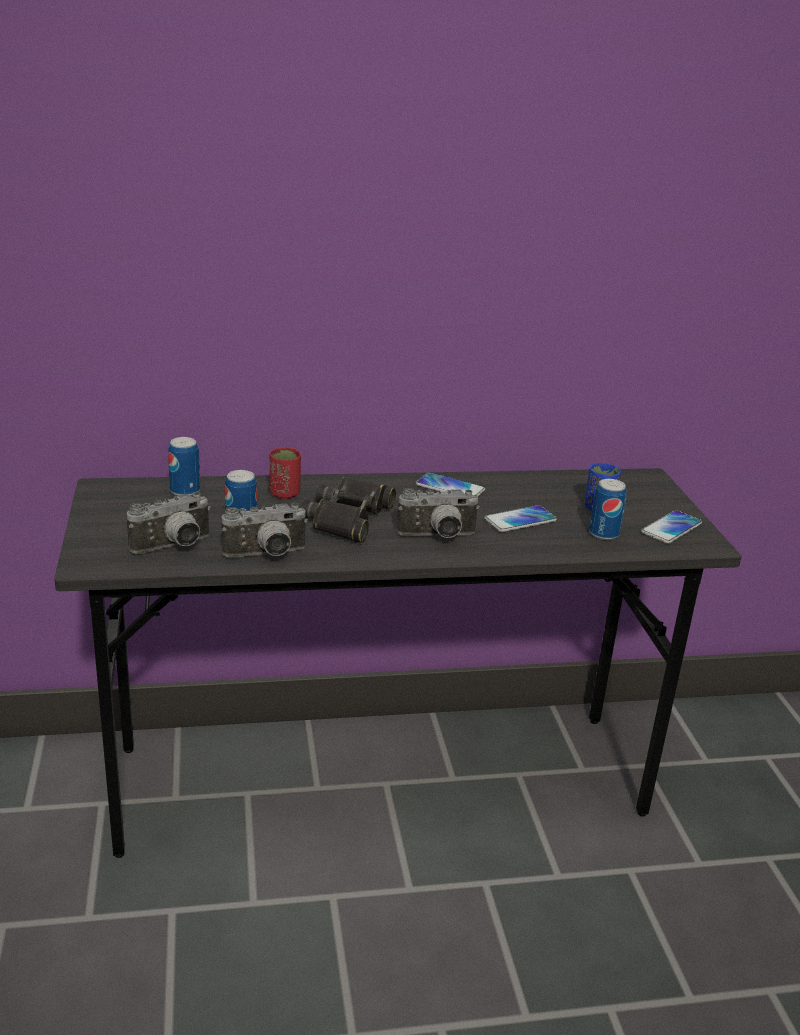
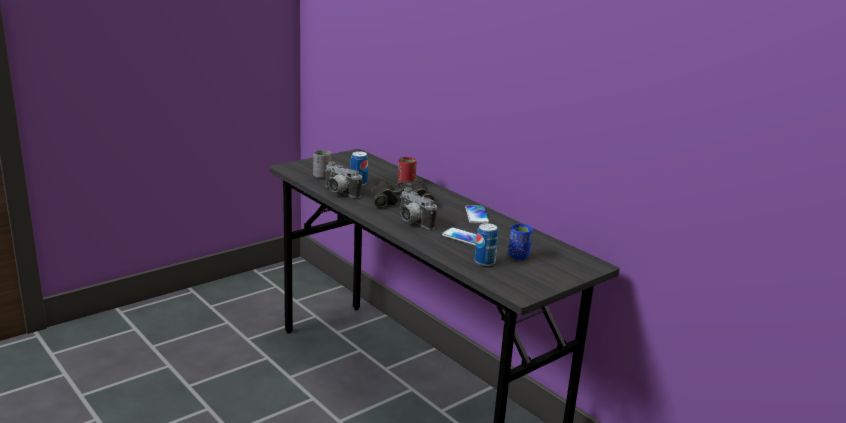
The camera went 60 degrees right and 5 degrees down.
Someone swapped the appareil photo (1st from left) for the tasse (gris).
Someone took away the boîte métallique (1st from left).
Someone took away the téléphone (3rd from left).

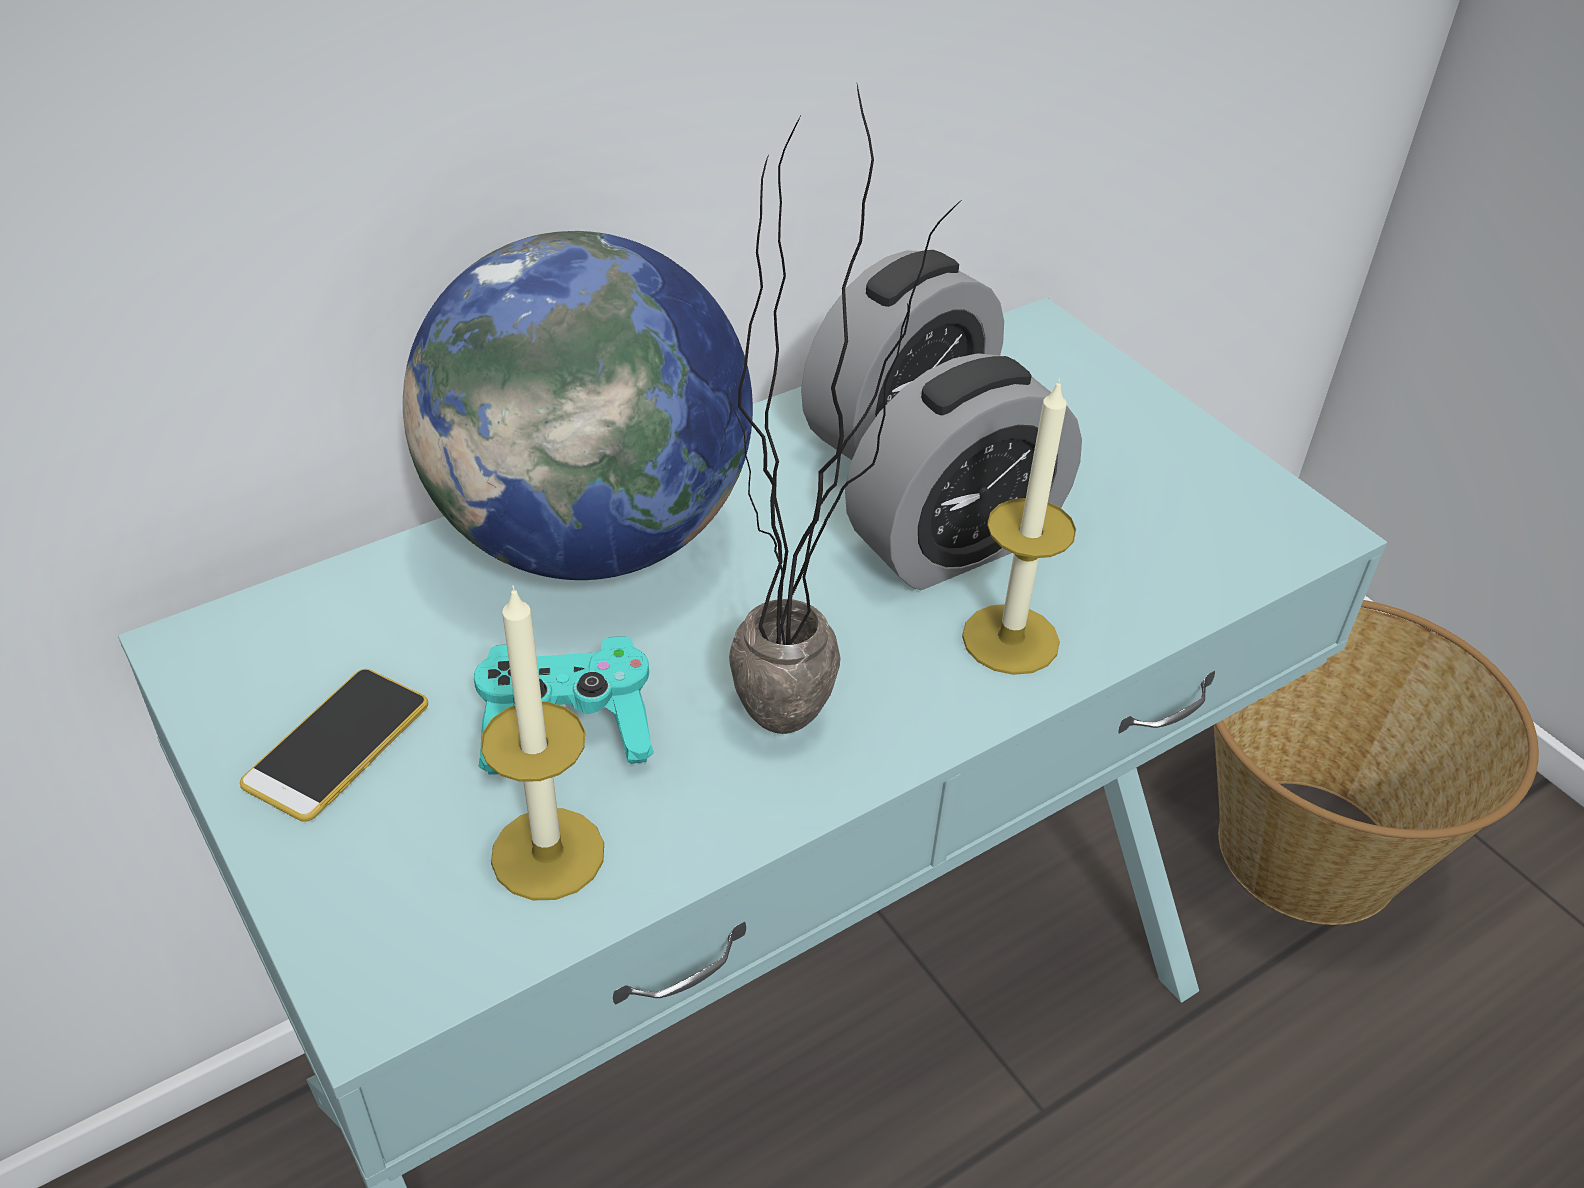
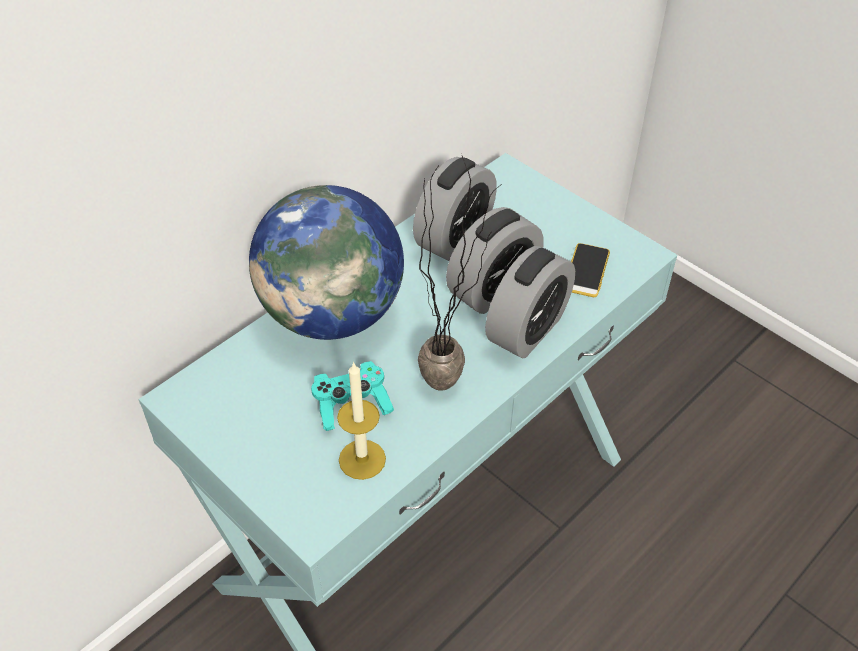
The camera went 10 degrees left and 5 degrees up.
Someone swapped the bougie (2nd from left) for the réveil (3rd from left).
Someone carried the téléphone.
Someone took away the panier.

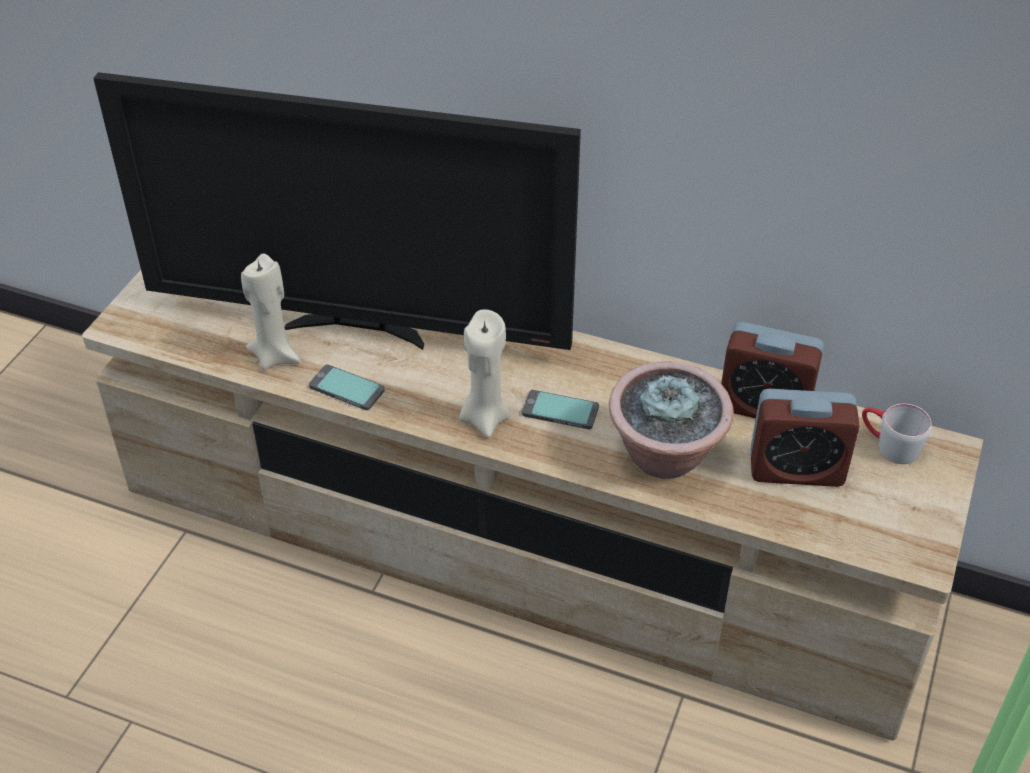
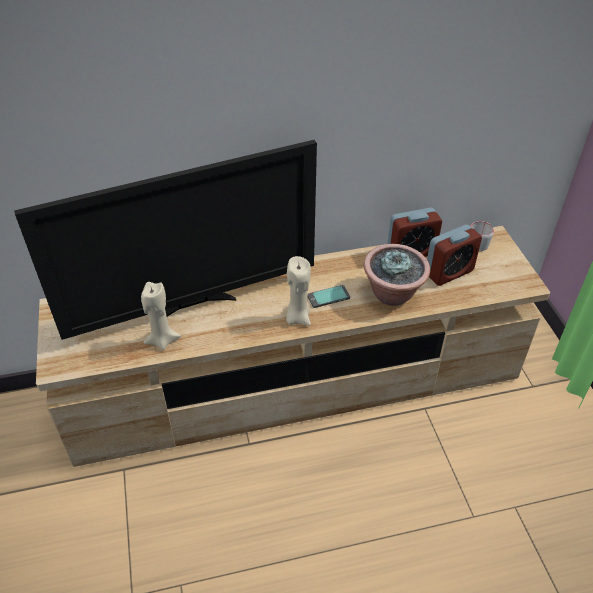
The camera went 35 degrees left and 0 degrees up.
Someone took away the téléphone (1st from left).

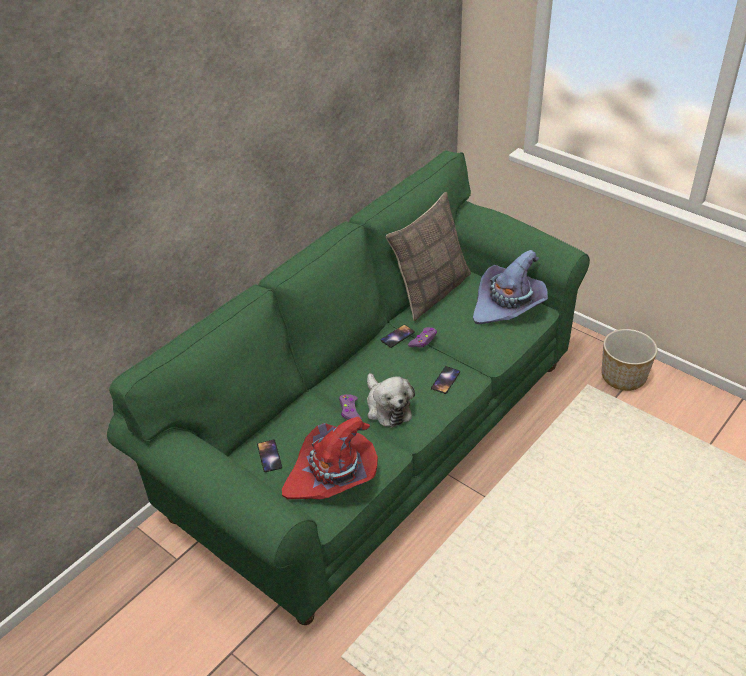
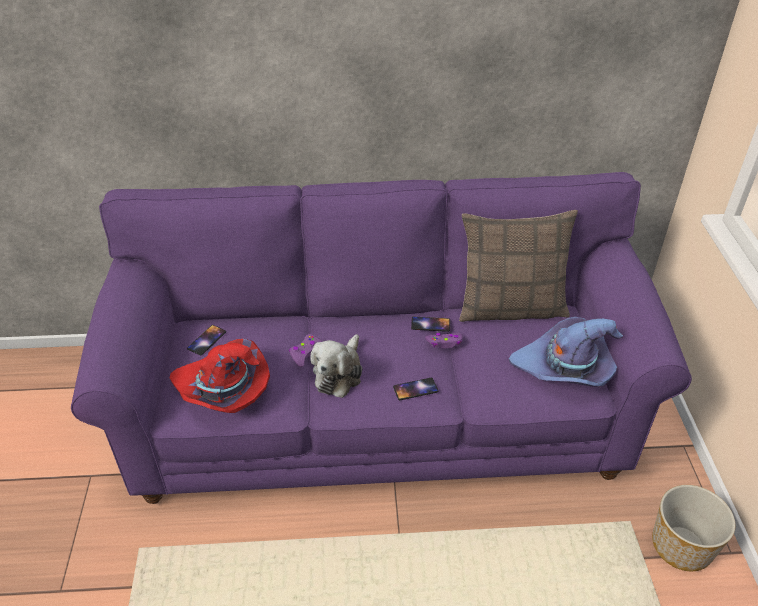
The camera went 45 degrees right and 0 degrees up.
Someone repainted the canapé (vert), which became the canapé (violet).

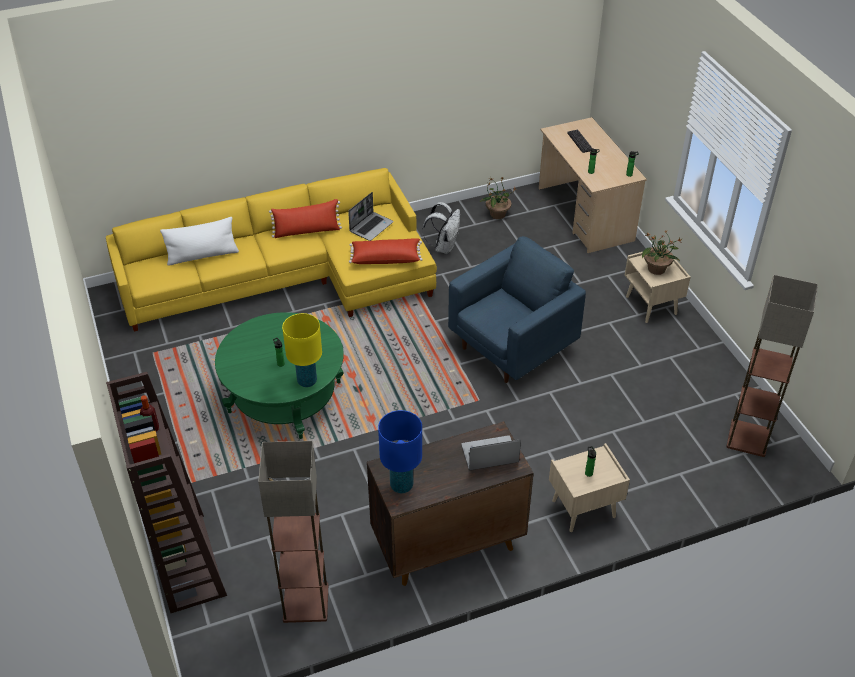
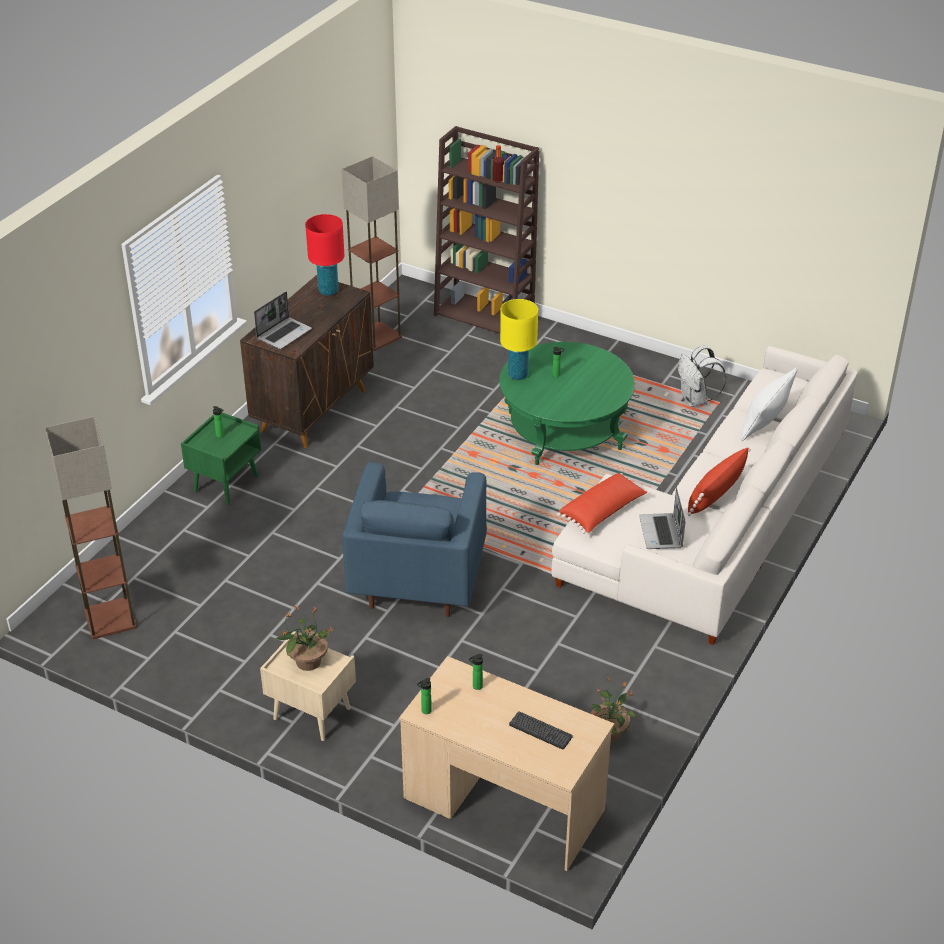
The camera went 140 degrees right and 5 degrees down.
Someone repainted the table de chevet (beige) (1st from left), which became the table de chevet (vert).
Someone repainted the lampe de table (bleu), which became the lampe de table (rouge).
Someone repainted the canapé (jaune), which became the canapé (blanc).
Someone carried the sac à dos (blanc).

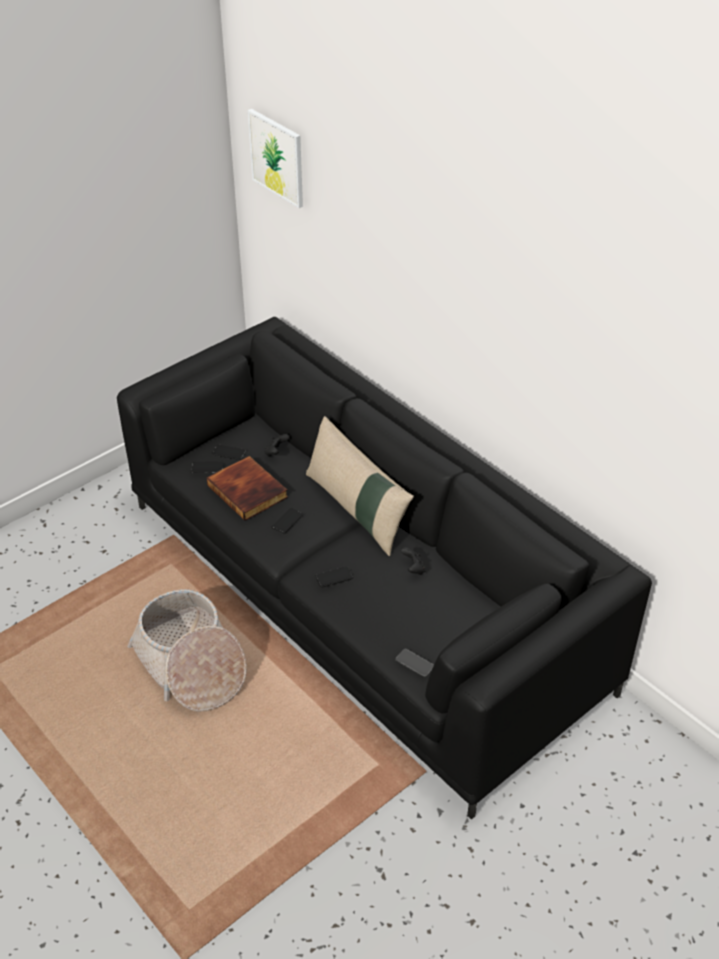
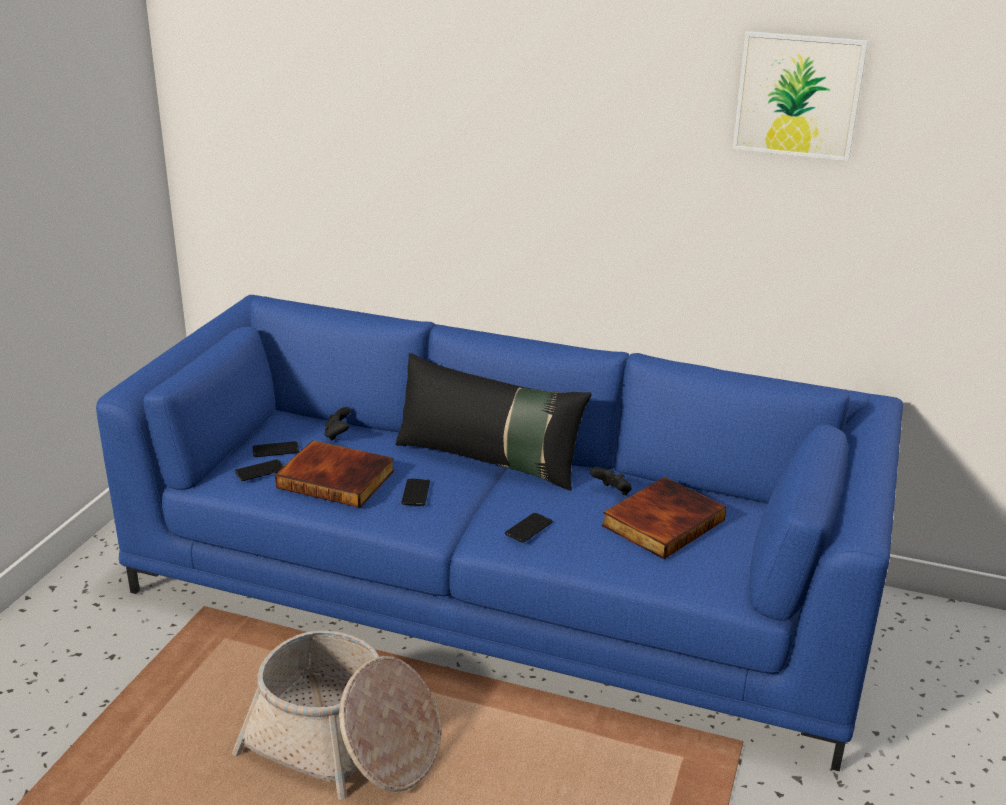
The camera went 30 degrees left and 15 degrees down.
Someone repainted the canapé (noir), which became the canapé (bleu).
Someone repainted the coussin (beige), which became the coussin (noir).
Someone put down the livre (2nd from left).
Someone carried the tableau.
Someone took away the téléphone (5th from left).

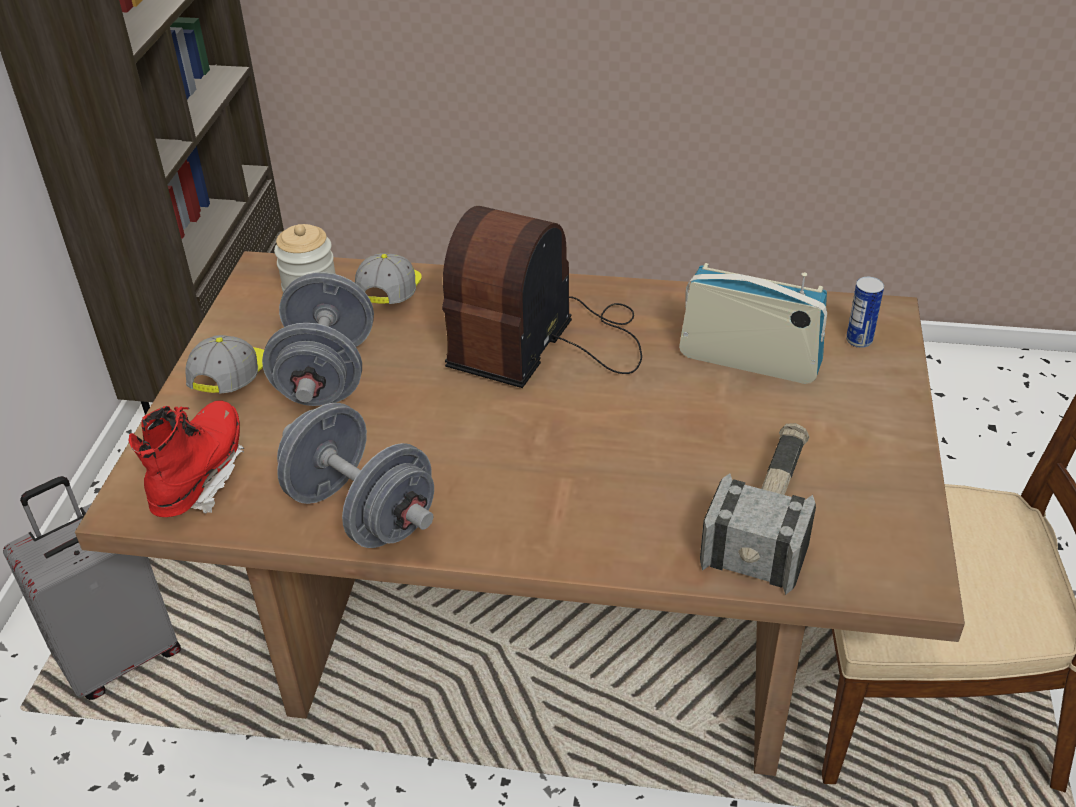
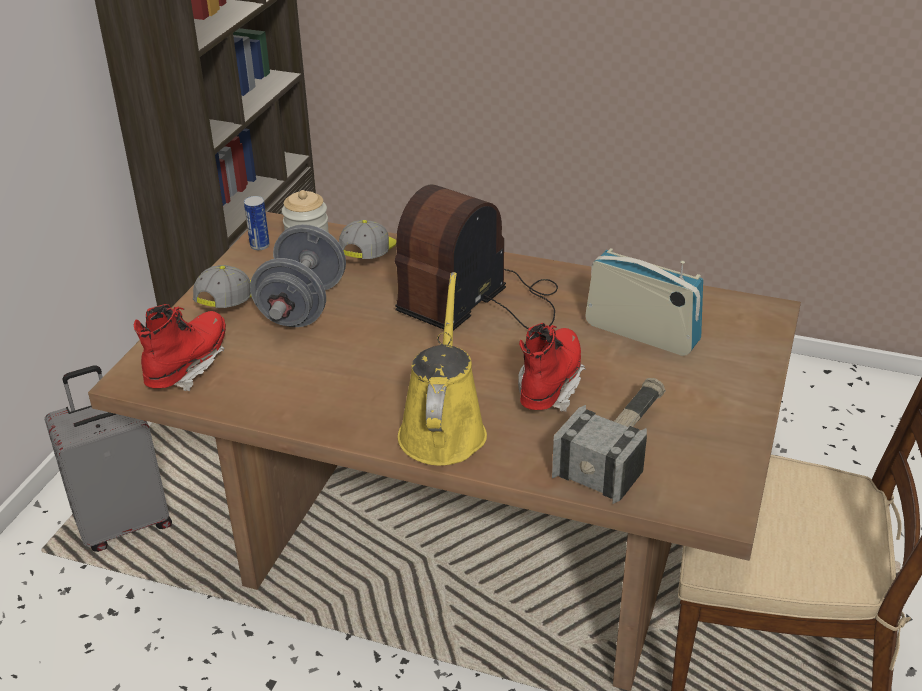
The camera went 10 degrees right and 5 degrees down.
Someone carried the boîte métallique.
Someone put down the arrosoir (jaune).
Someone put down the botte (rouge) (2nd from left).
Someone took away the haltère (gris) (2nd from left).

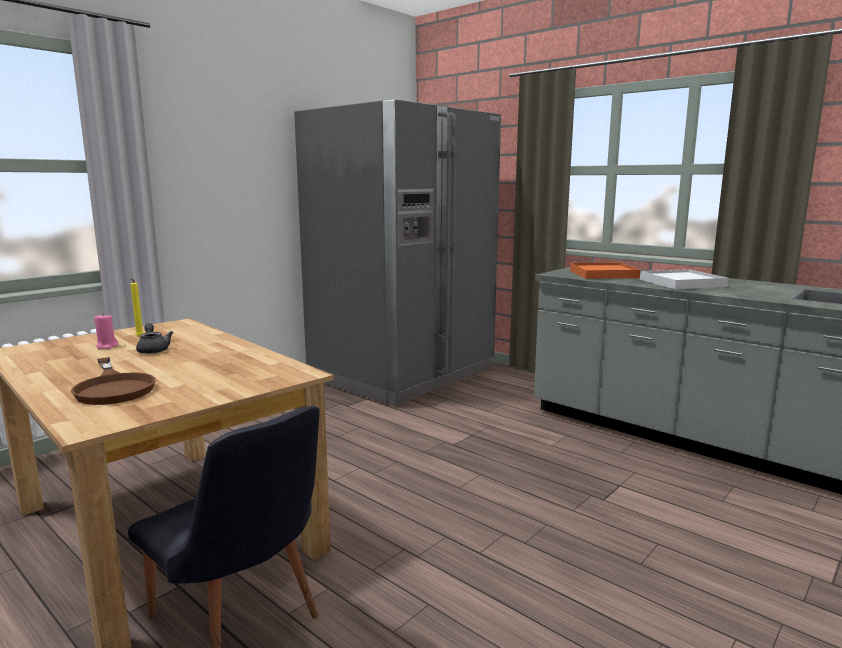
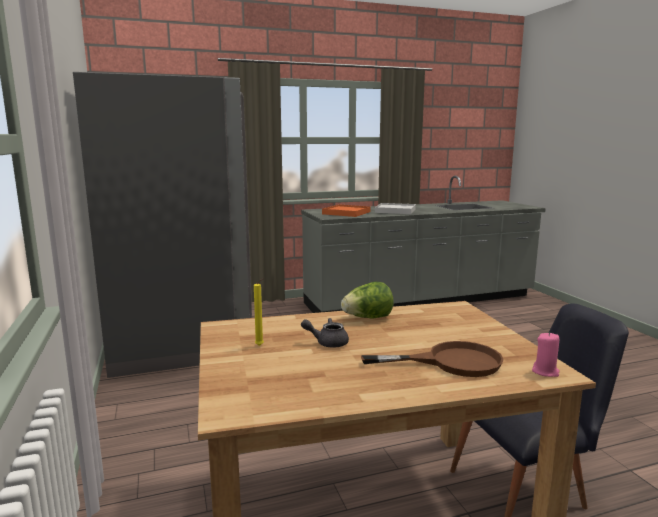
The camera went 60 degrees left and 0 degrees up.
Someone put down the laitue.
Someone carried the bougie (rose).

